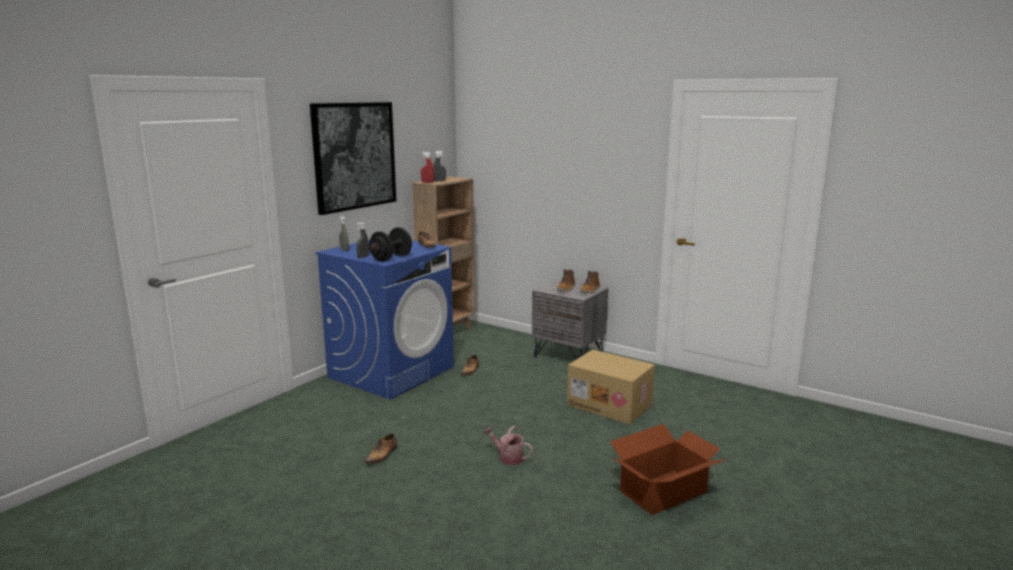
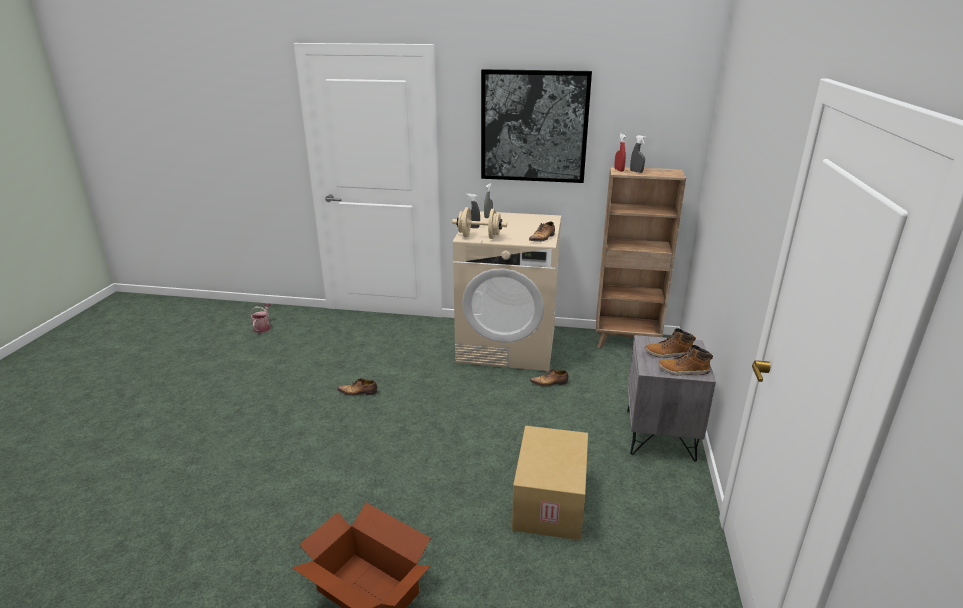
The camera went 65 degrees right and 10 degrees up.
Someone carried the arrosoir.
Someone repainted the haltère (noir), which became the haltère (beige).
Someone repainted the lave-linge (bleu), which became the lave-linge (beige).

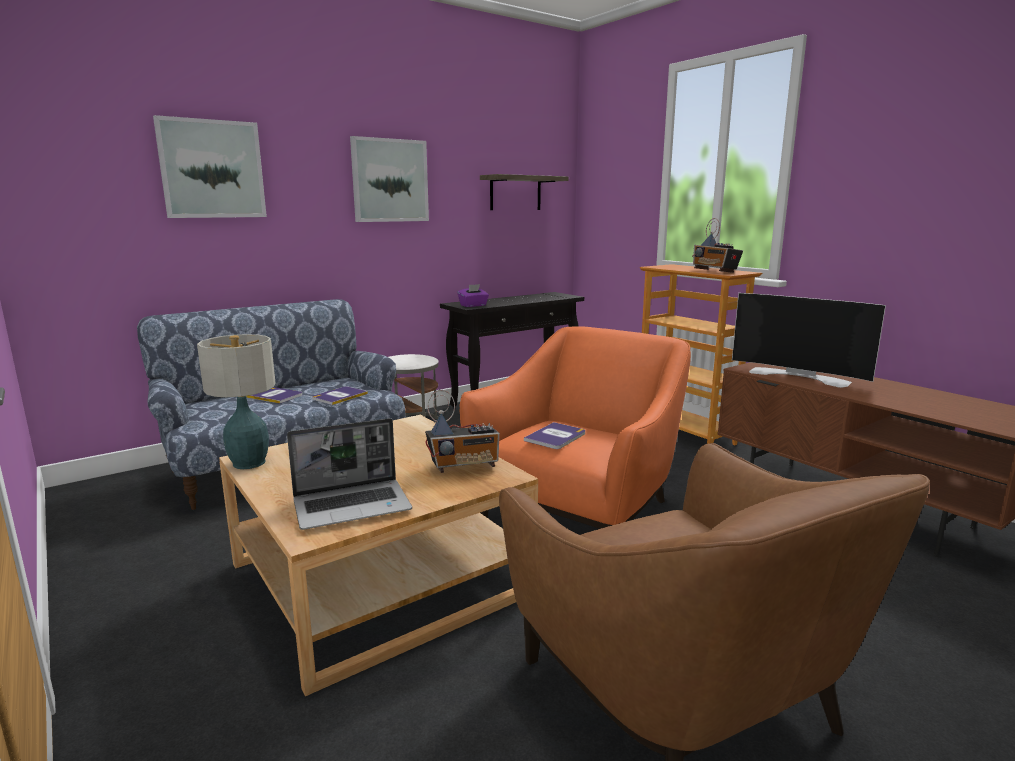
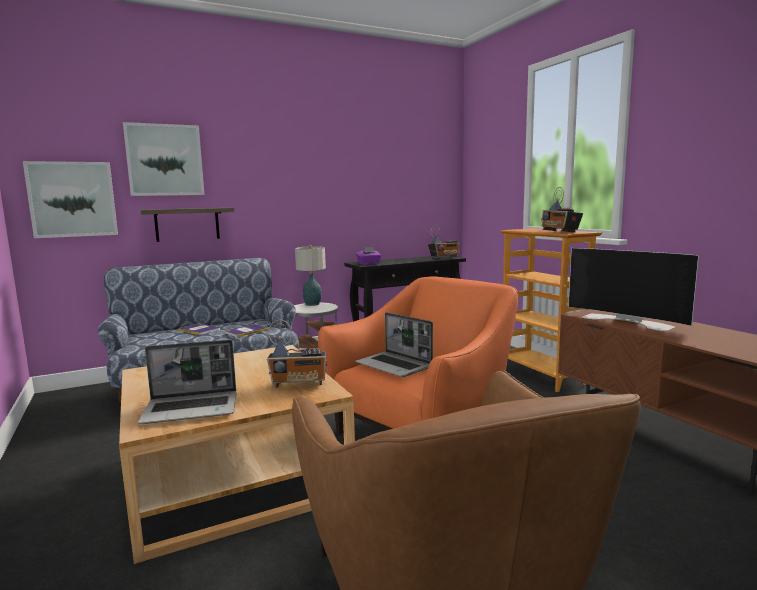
The camera went 10 degrees right and 5 degrees down.
Someone carried the tableau (2nd from left in the first image).
Someone carried the étagère.
Someone carried the lampe de table.
Someone swapped the livre (3rd from left) for the ordinateur portable (2nd from left).
Someone put down the radio (2nd from left).

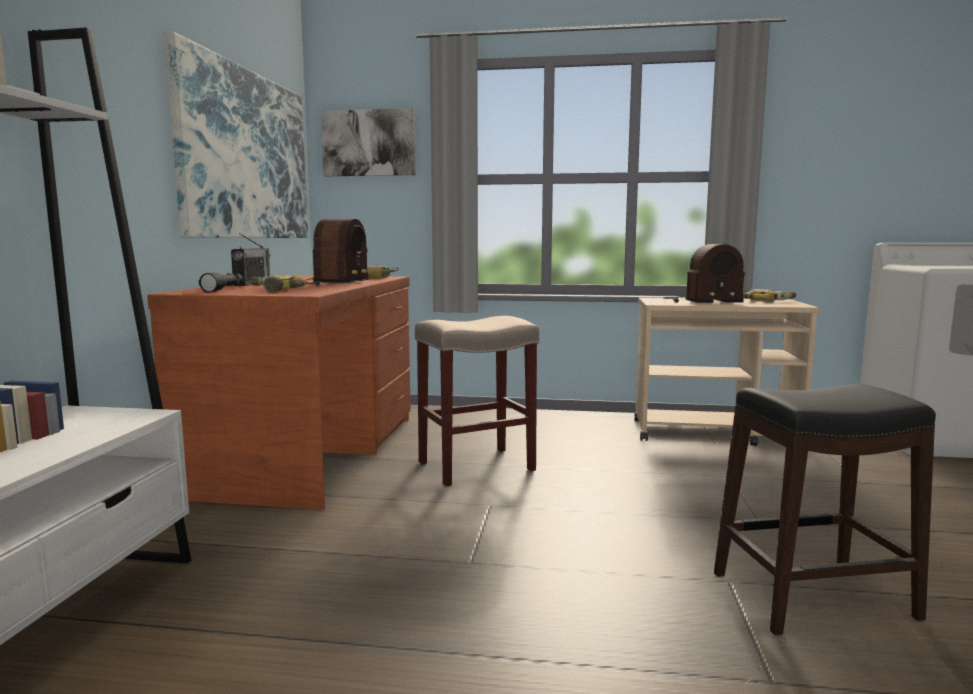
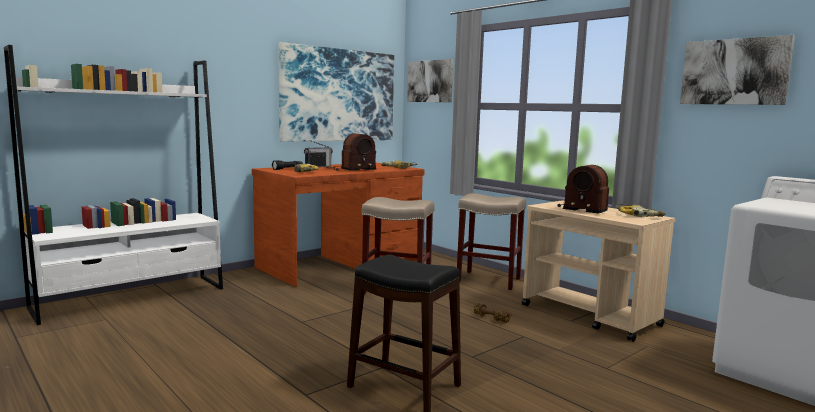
The camera went 40 degrees right and 0 degrees up.
Someone put down the tabouret (beige) (2nd from left).
Someone put down the haltère (marron).
Someone put up the tableau (3rd from left).

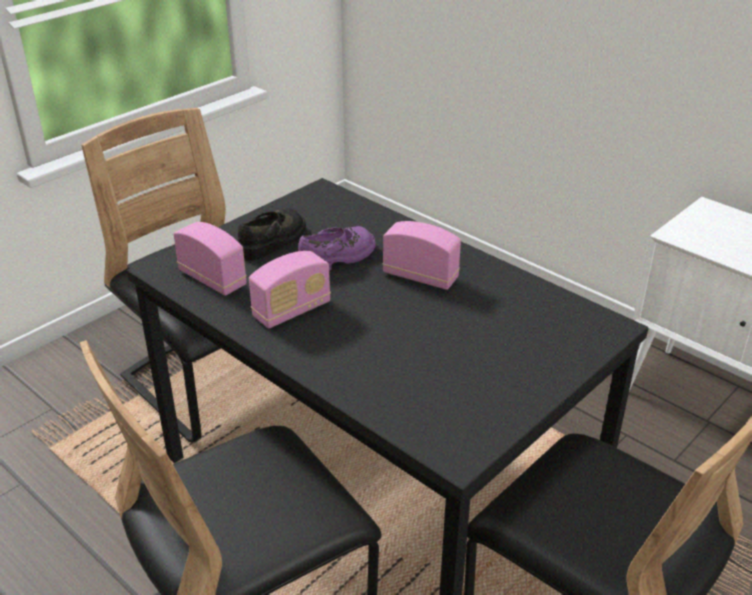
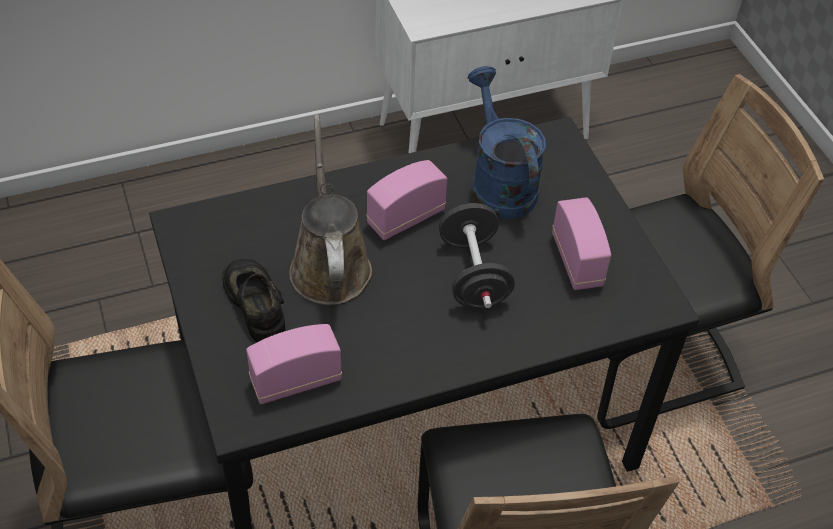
The camera went 65 degrees left and 15 degrees up.
Someone swapped the chaussure (violet) for the arrosoir (marron).
Someone put down the haltère (noir).
Someone put down the arrosoir (bleu).
Someone carried the radio (2nd from left in the first image).

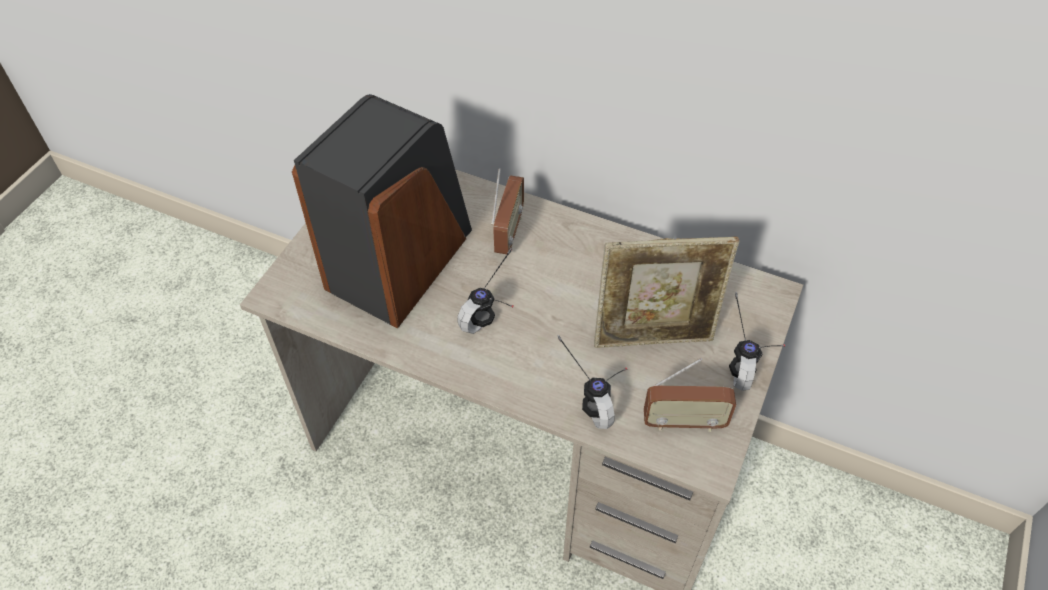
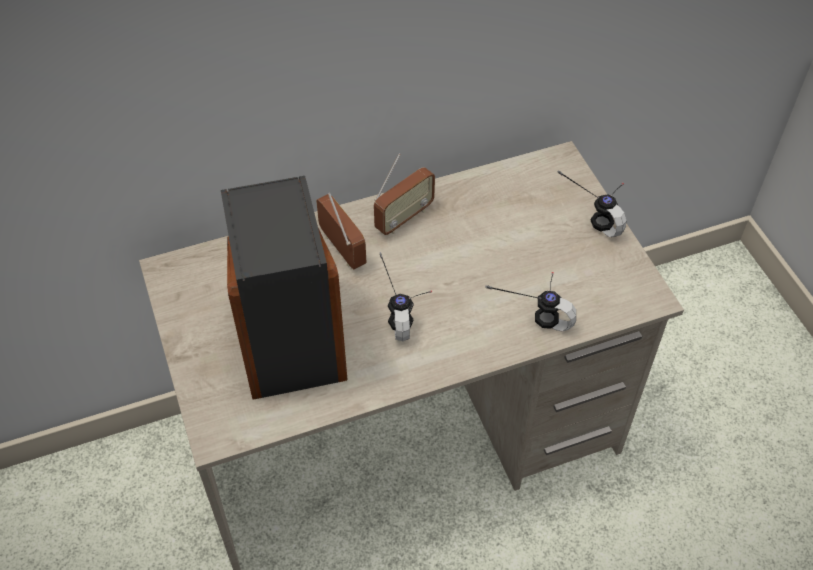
The camera went 45 degrees left and 0 degrees up.
Someone carried the radio (2nd from left).
Someone took away the cadre photo.

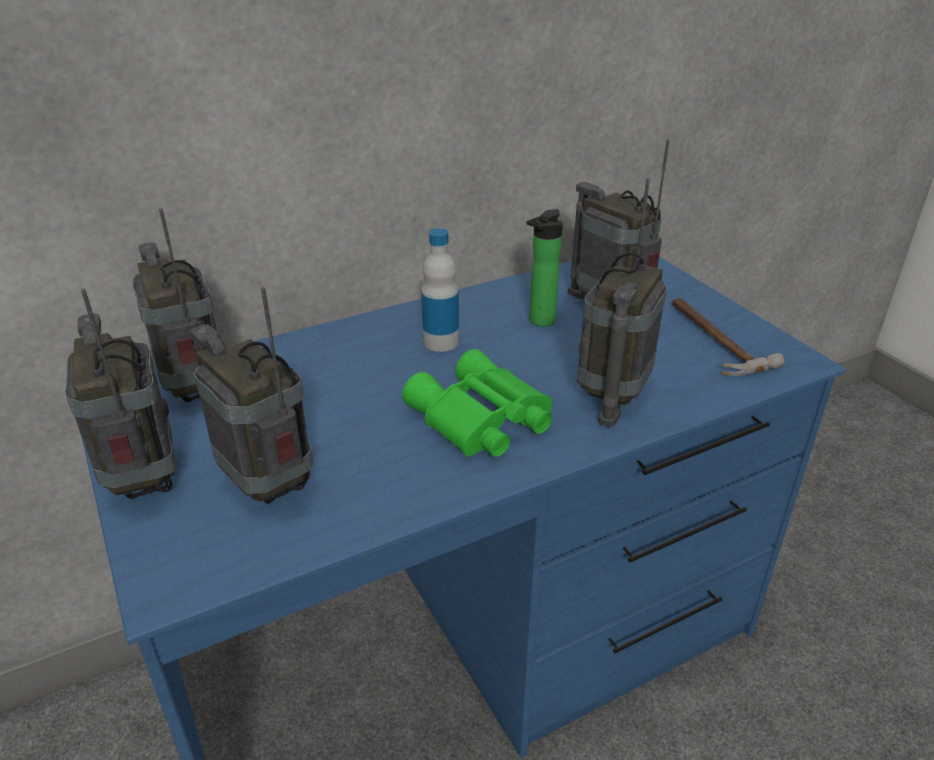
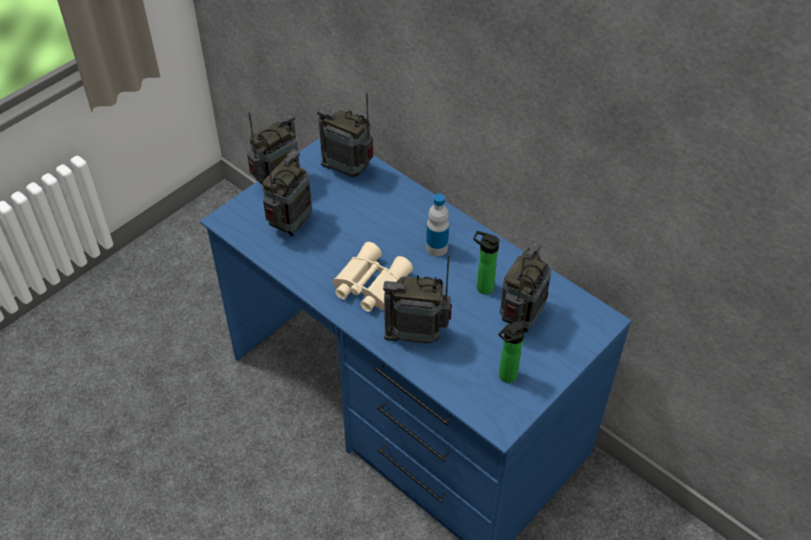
The camera went 70 degrees right and 15 degrees up.
Someone rotated the radio (2nd from left in the first image) by 105 degrees counterclockwise.
Someone repainted the jumelles (vert), which became the jumelles (beige).
Someone swapped the marteau for the bouteille (3rd from left).

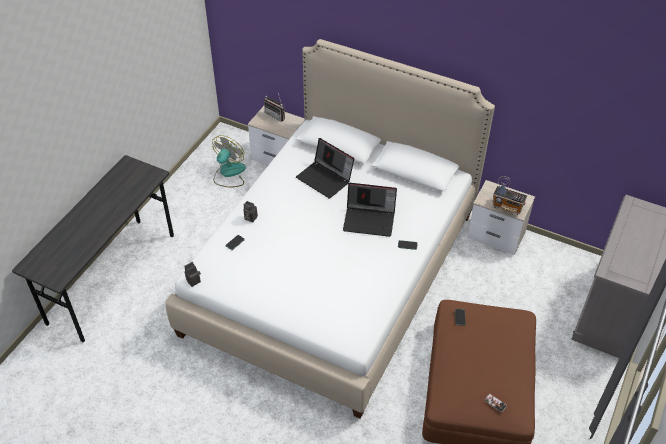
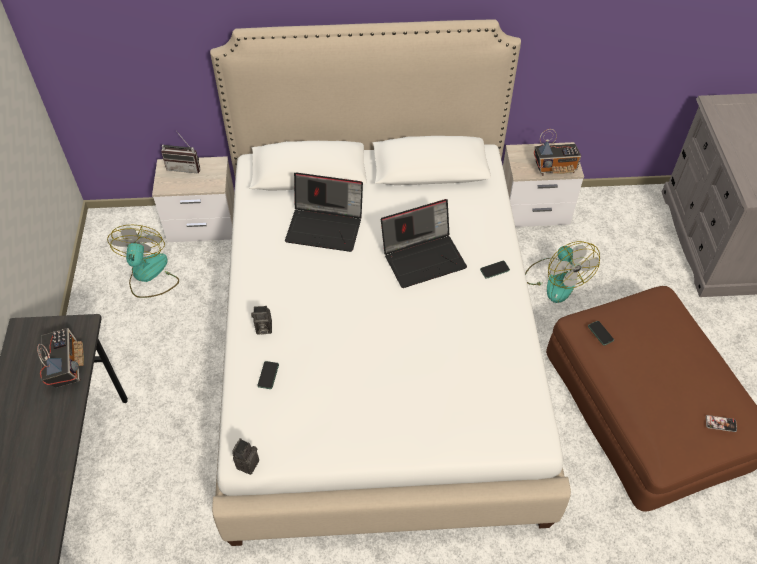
The camera went 30 degrees left and 5 degrees up.
Someone put down the radio (1st from left).
Someone put down the ventilateur (2nd from left).

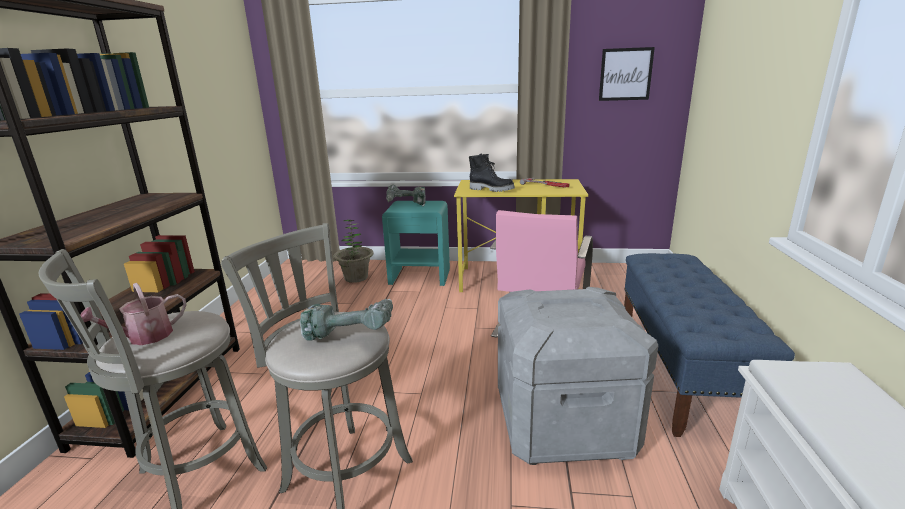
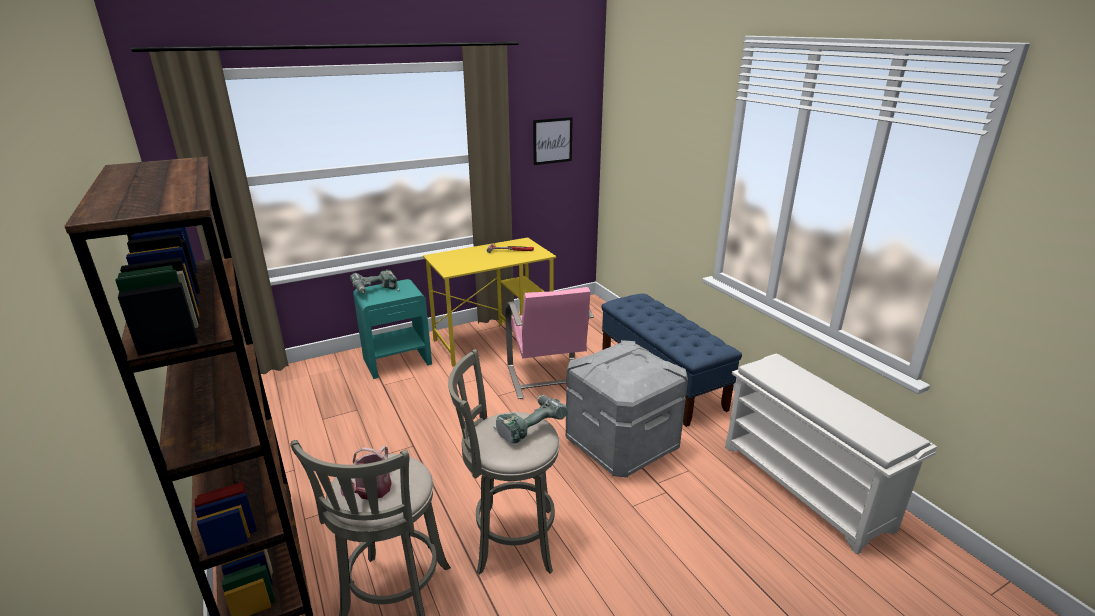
The camera went 35 degrees left and 5 degrees up.
Someone took away the plante en pot.
Someone took away the botte (noir).

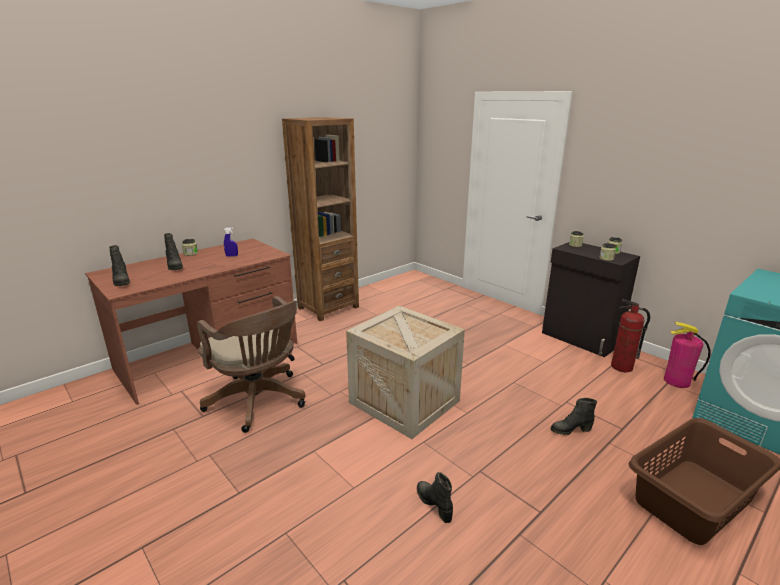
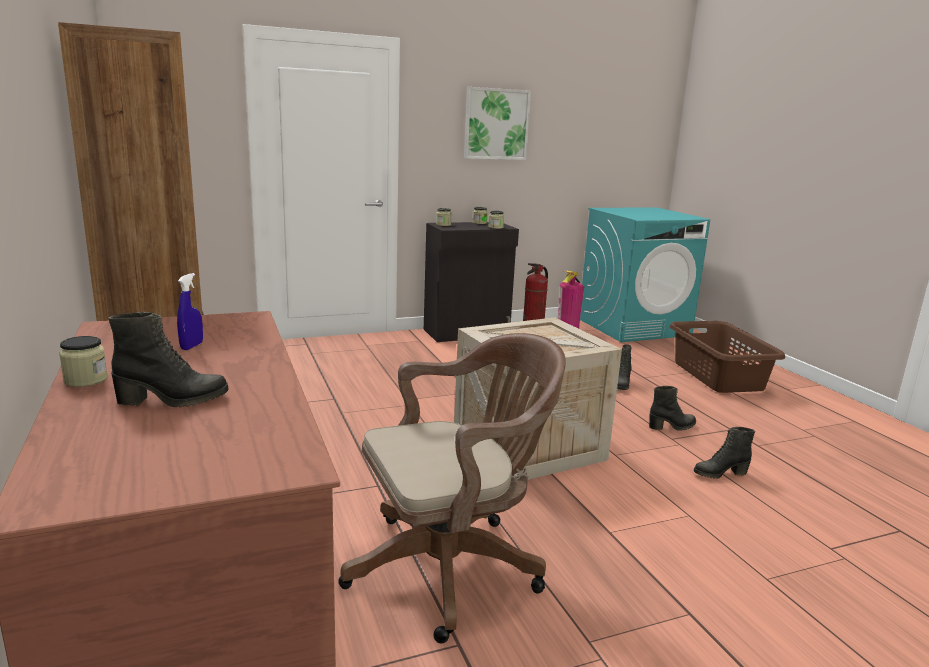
The camera went 70 degrees left and 5 degrees down.
Someone put up the tableau.
Someone carried the botte (noir) (1st from left in the first image).

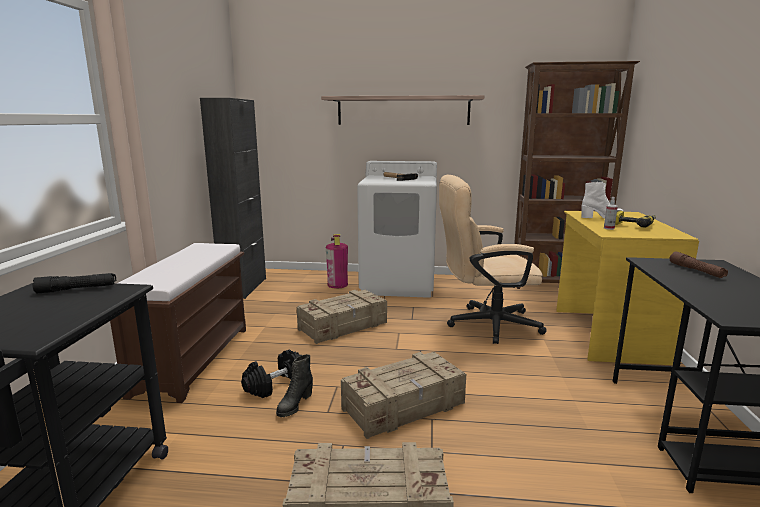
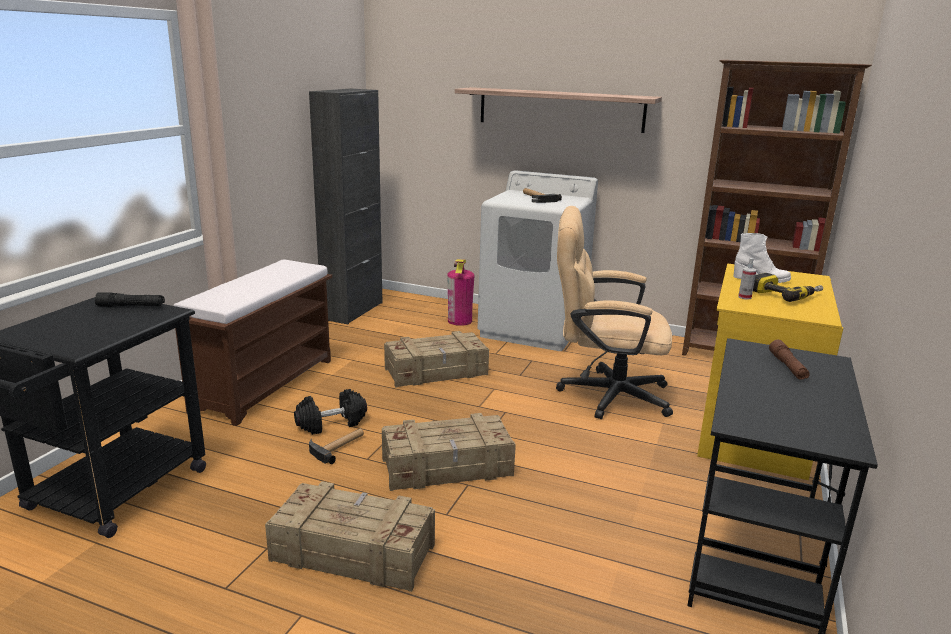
The camera went 15 degrees right and 5 degrees up.
Someone swapped the botte (noir) for the marteau (1st from left).

